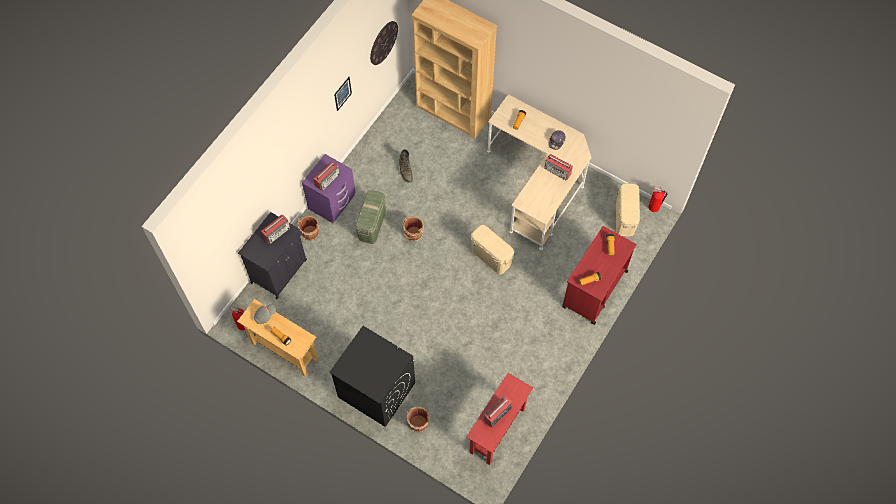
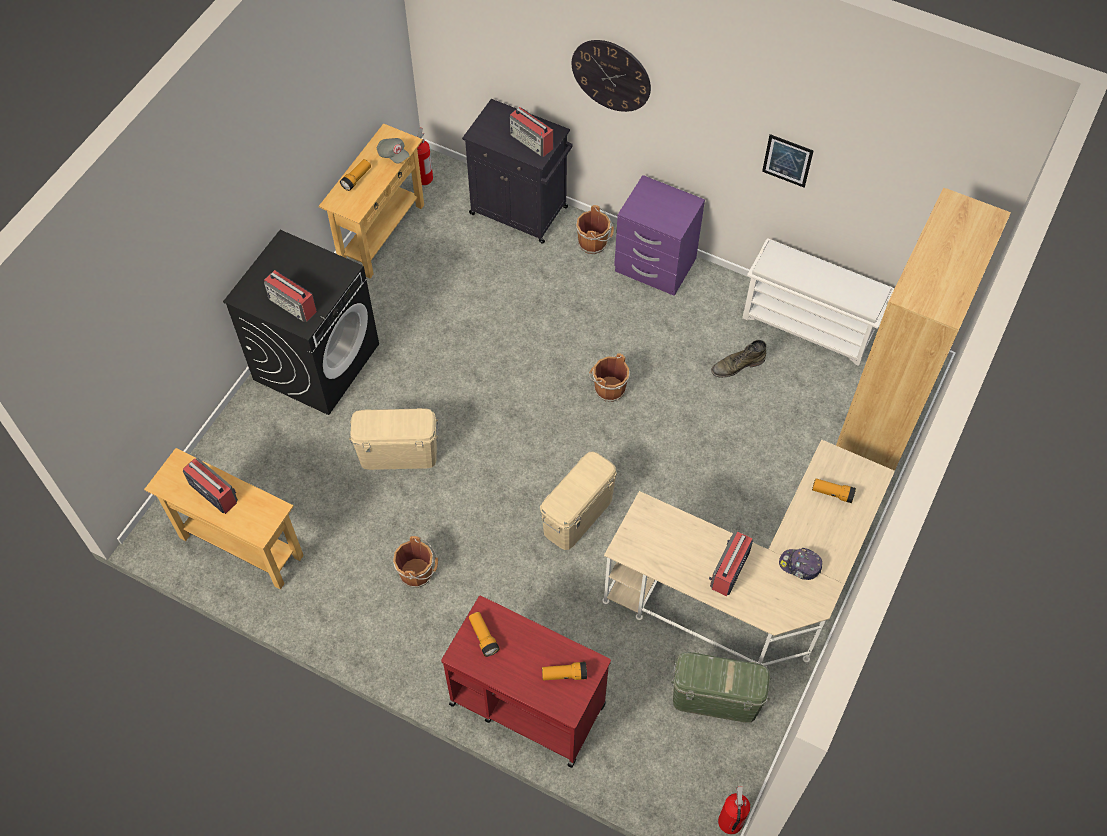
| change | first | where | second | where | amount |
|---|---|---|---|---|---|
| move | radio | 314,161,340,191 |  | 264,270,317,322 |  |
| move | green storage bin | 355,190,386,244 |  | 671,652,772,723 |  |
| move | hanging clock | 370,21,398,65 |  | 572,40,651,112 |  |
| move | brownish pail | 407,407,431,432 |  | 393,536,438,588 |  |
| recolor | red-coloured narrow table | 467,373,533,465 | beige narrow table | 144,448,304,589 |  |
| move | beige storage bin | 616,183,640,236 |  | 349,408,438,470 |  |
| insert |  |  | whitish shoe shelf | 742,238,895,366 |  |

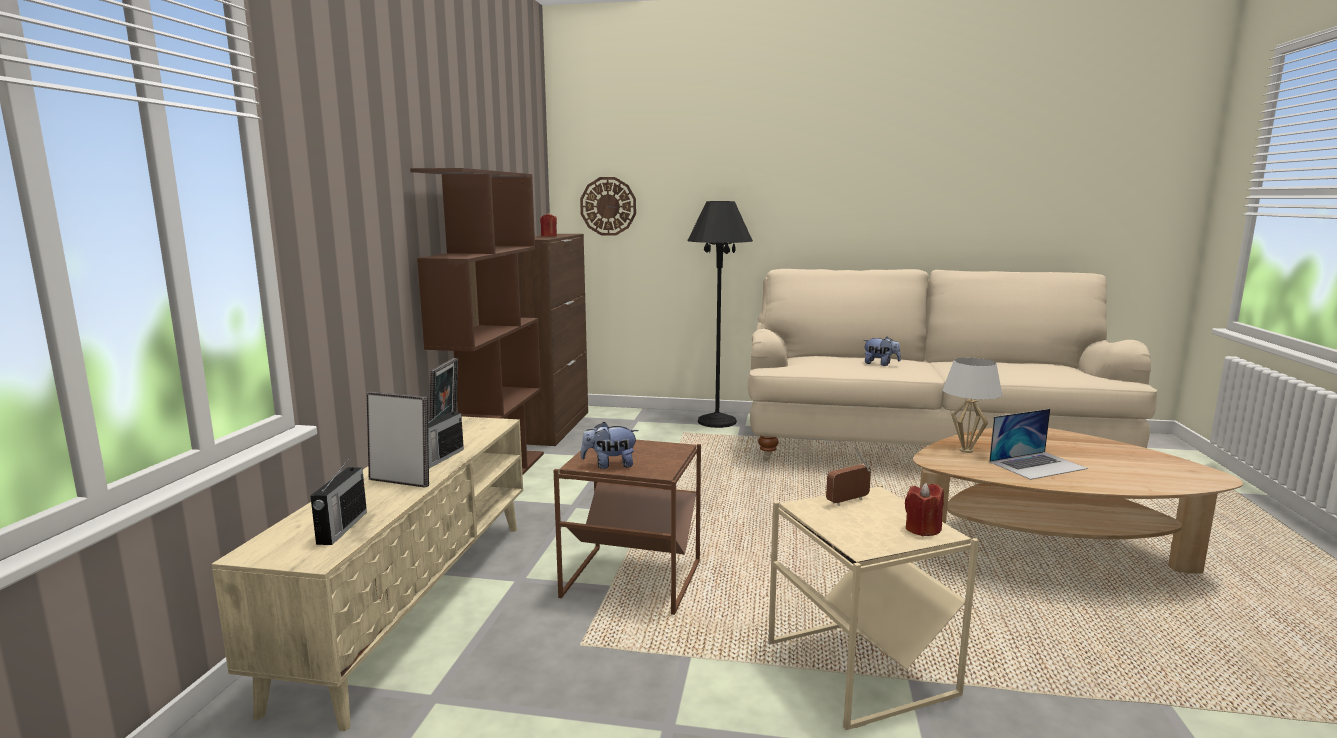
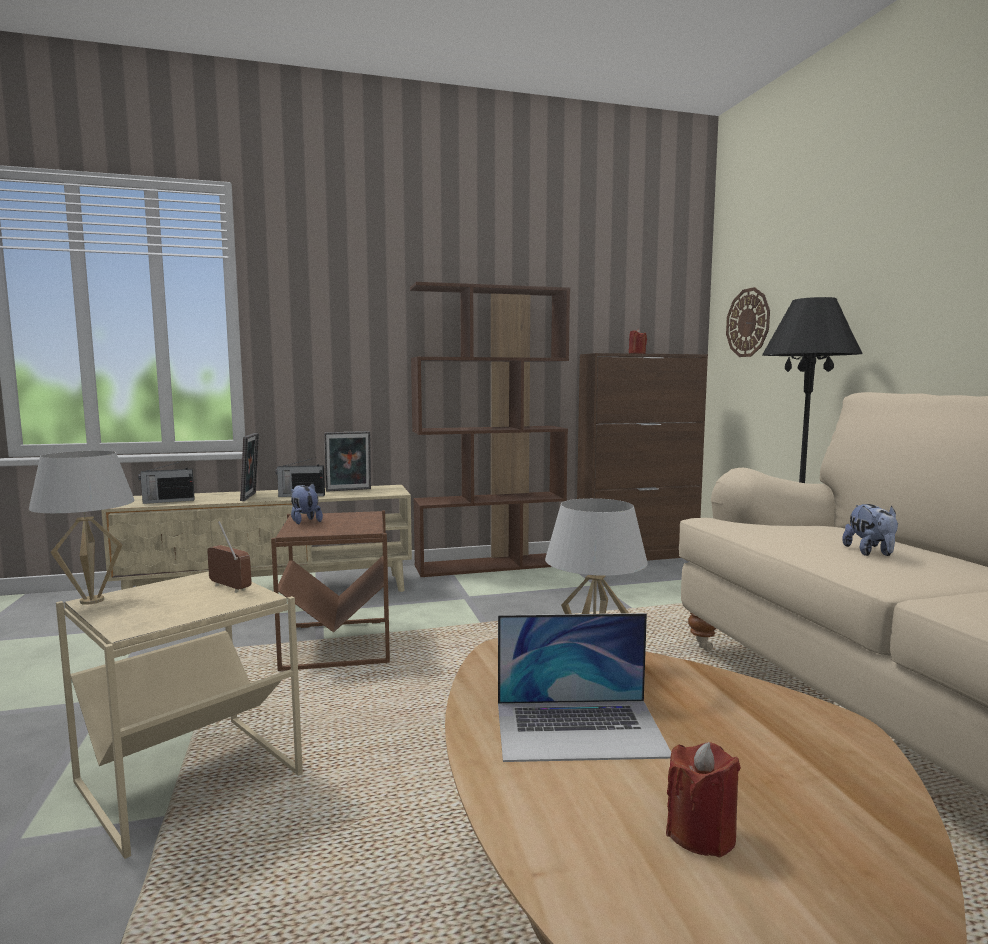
| change | first | where | second | where | amount |
|---|---|---|---|---|---|
| move | red-coloured wax candle | 905,483,944,536 |  | 666,742,741,858 |  |
| rotate | laptop | 989,409,1088,480 |  | 498,613,671,762 | 45 degrees counterclockwise |
| insert |  |  | whitish tabletop lamp | 29,451,135,605 |  |

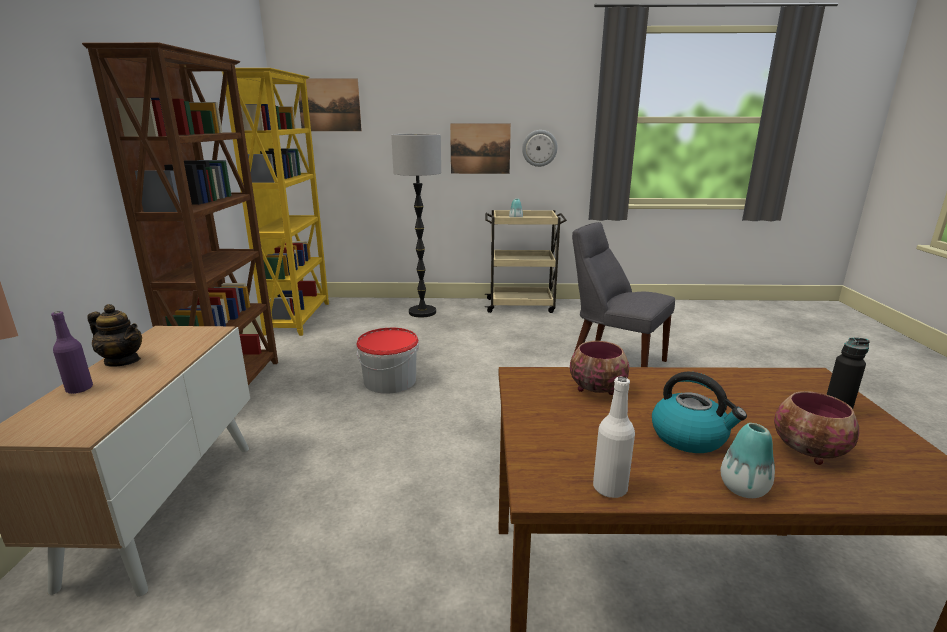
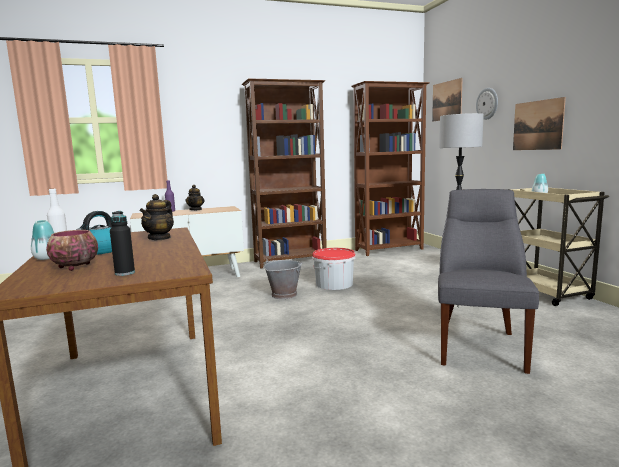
| change | first | where | second | where | amount |
|---|---|---|---|---|---|
| recolor | yellow bookcase | 222,68,329,336 | brownish bookcase | 351,81,430,256 |  |
| move | hanging clock | 522,130,558,167 |  | 476,88,498,120 |  |
| replace | serving bowl | 570,341,629,395 | tea pot | 140,194,174,240 |  |
| insert |  |  | gray pail | 264,259,302,299 |  |

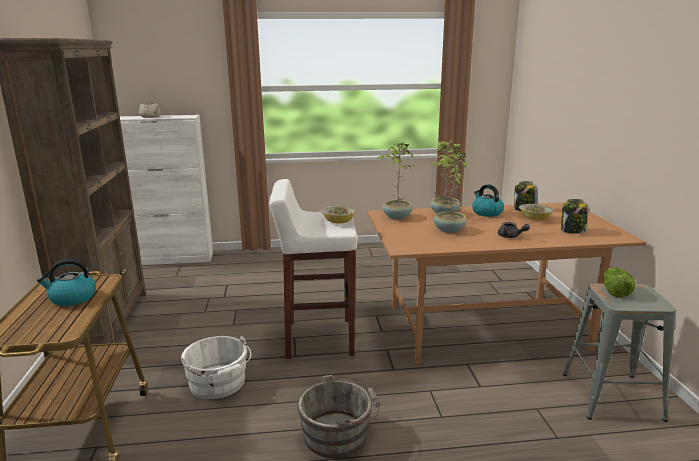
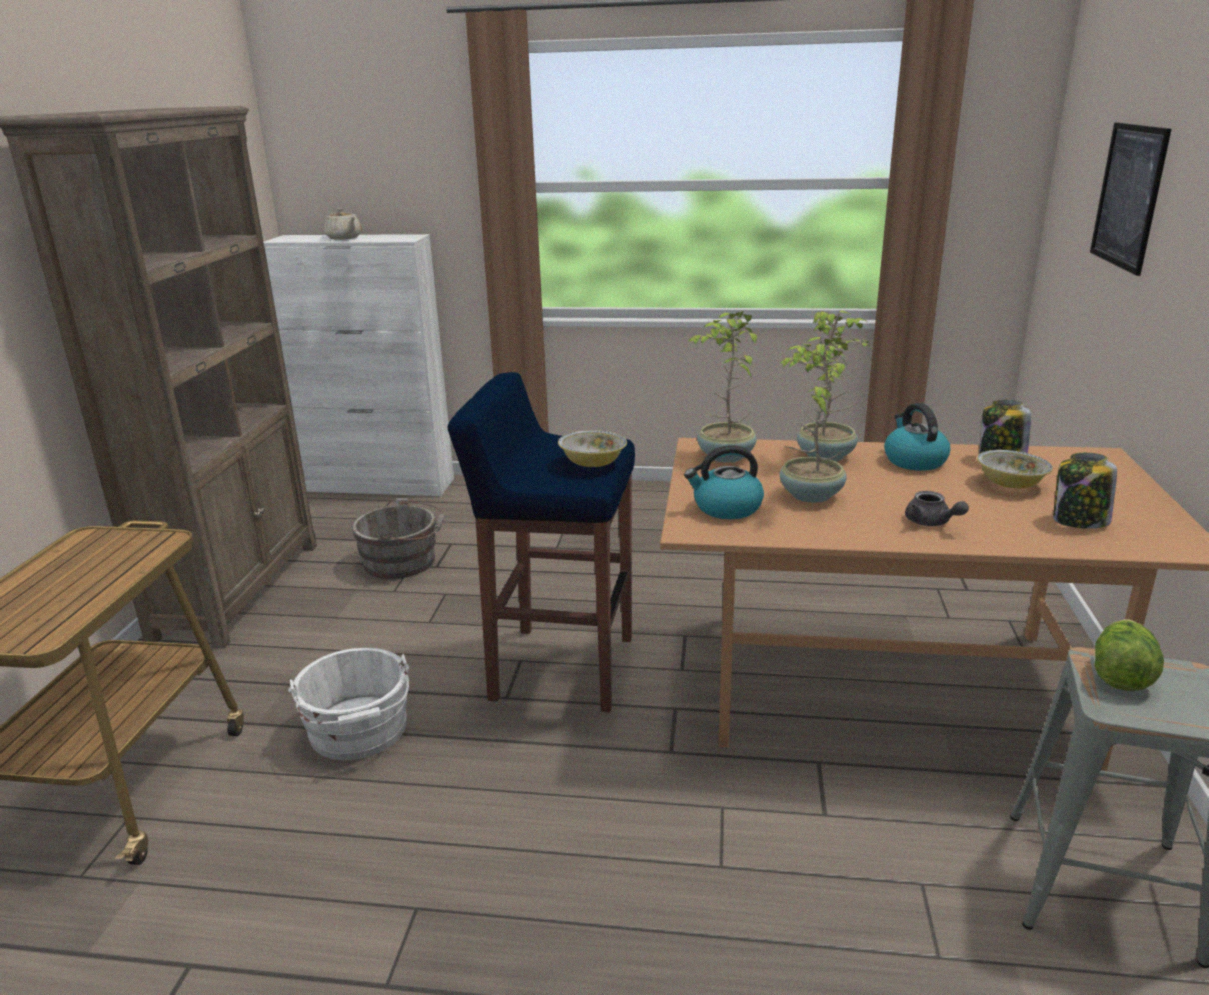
| change | first | where | second | where | amount |
|---|---|---|---|---|---|
| move | tea kettle | 37,259,96,306 |  | 684,445,764,519 |  |
| recolor | whitish stool seat | 269,179,357,359 | blue-coloured stool seat | 448,372,635,713 |  |
| move | gray pail | 297,375,380,459 |  | 352,498,445,579 |  |
| insert |  |  | picture | 1090,123,1171,276 |  |

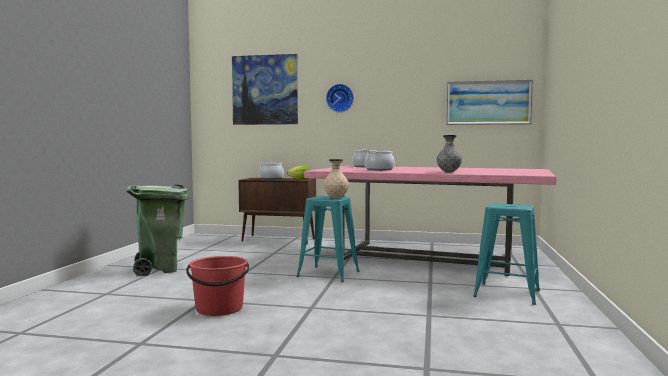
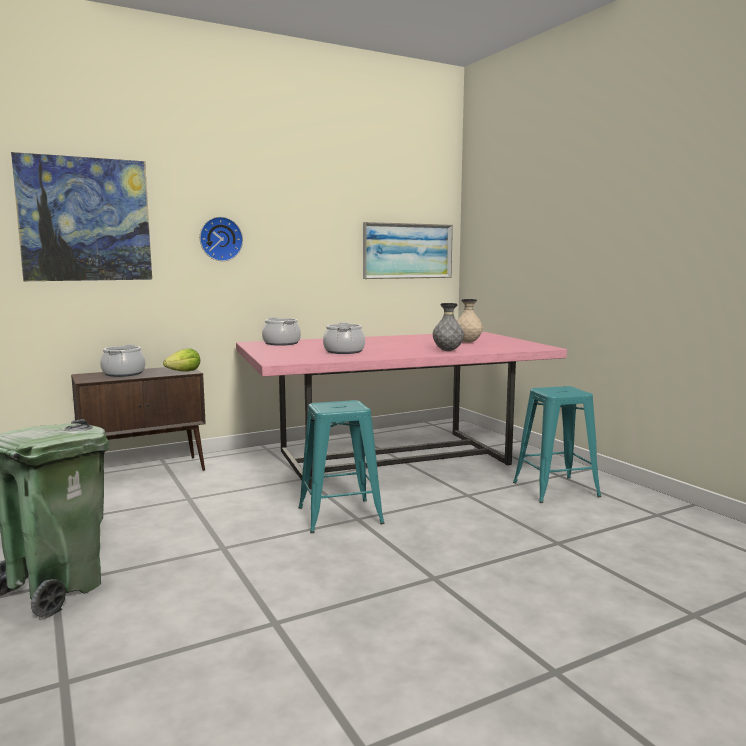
| change | first | where | second | where | amount |
|---|---|---|---|---|---|
| delete | red-coloured pail | 186,256,249,316 |  |  |  |
| move | beige vase | 323,159,349,198 |  | 457,299,483,343 |  |

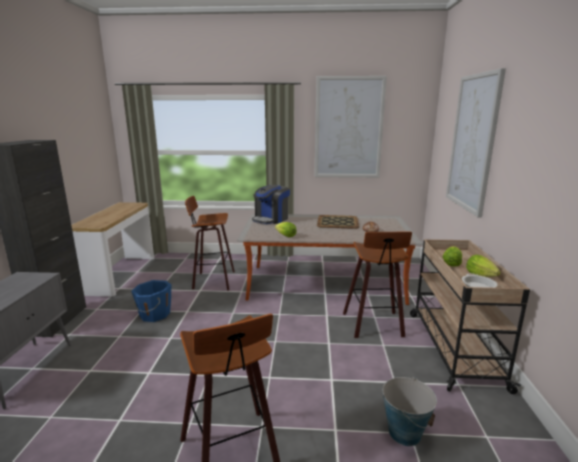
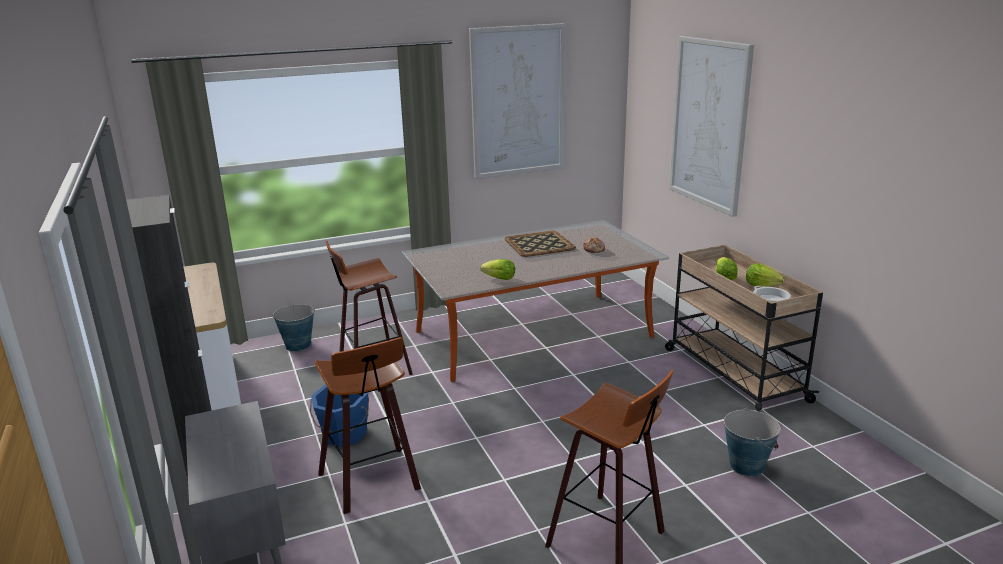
| change | first | where | second | where | amount |
|---|---|---|---|---|---|
| delete | coffee machine | 252,185,290,224 |  |  |  |
| move | stool seat | 343,231,412,338 |  | 315,337,421,514 |  |
| insert |  |  | pail | 272,304,315,352 |  |

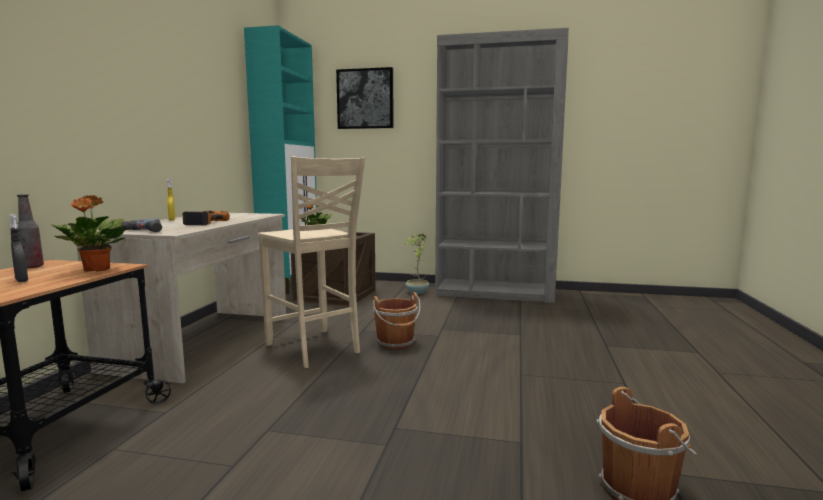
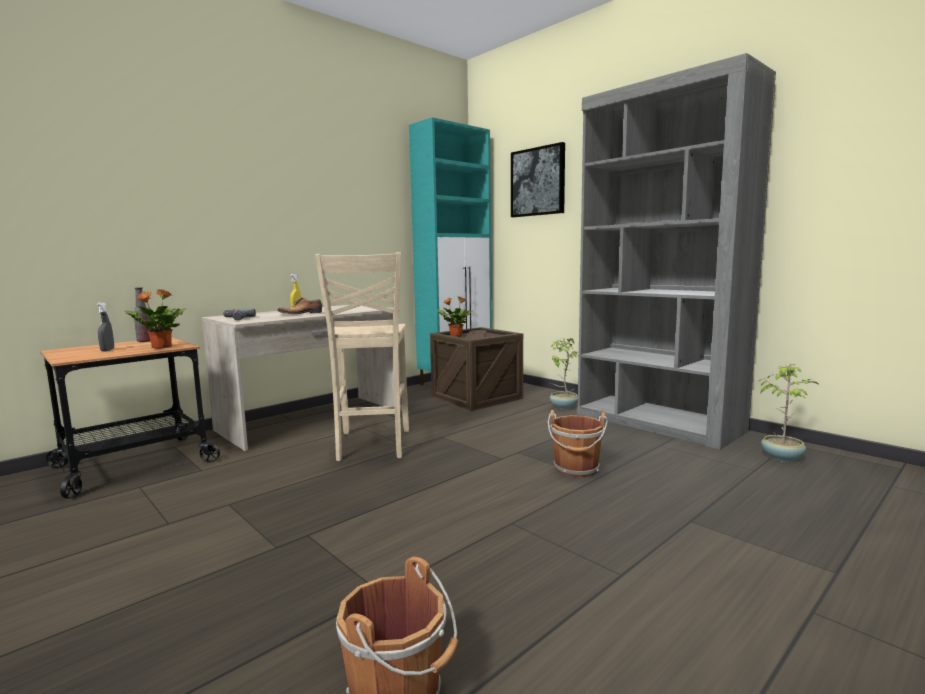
| change | first | where | second | where | amount |
|---|---|---|---|---|---|
| replace | drill | 183,211,230,225 | item of footwear | 277,298,322,314 |  |
| move | brownish pail | 373,292,420,349 |  | 548,410,608,477 |  |
| insert |  |  | plant in a pot | 759,364,818,462 |  |

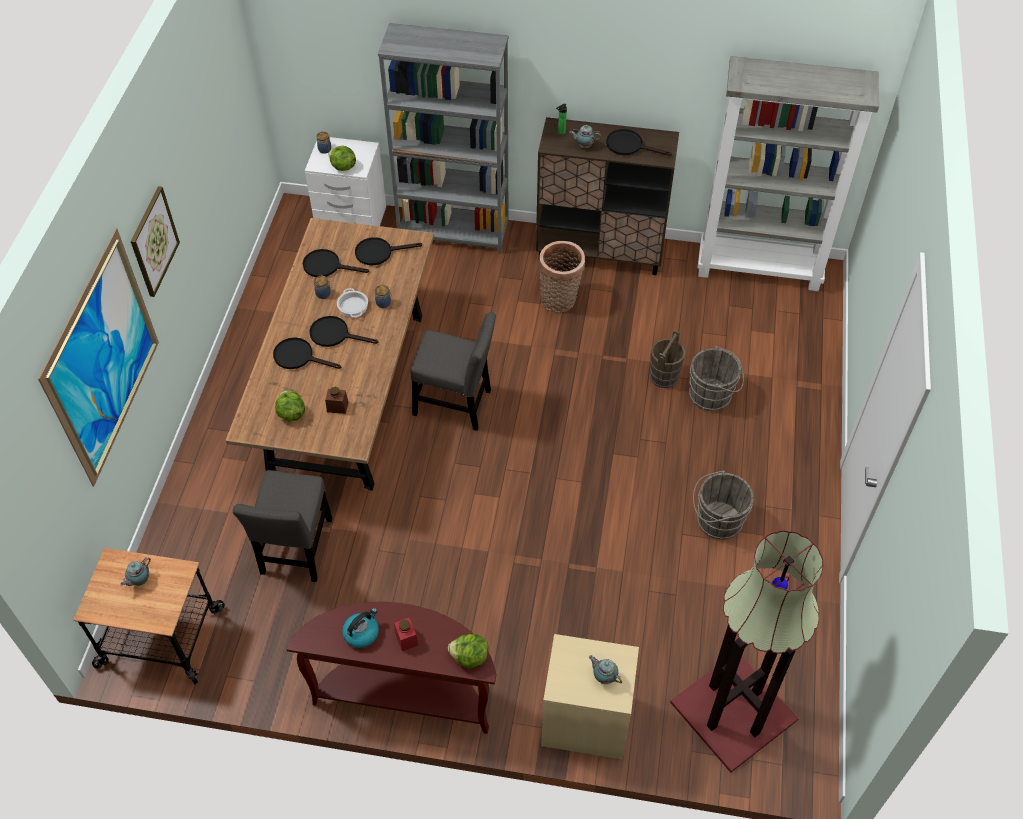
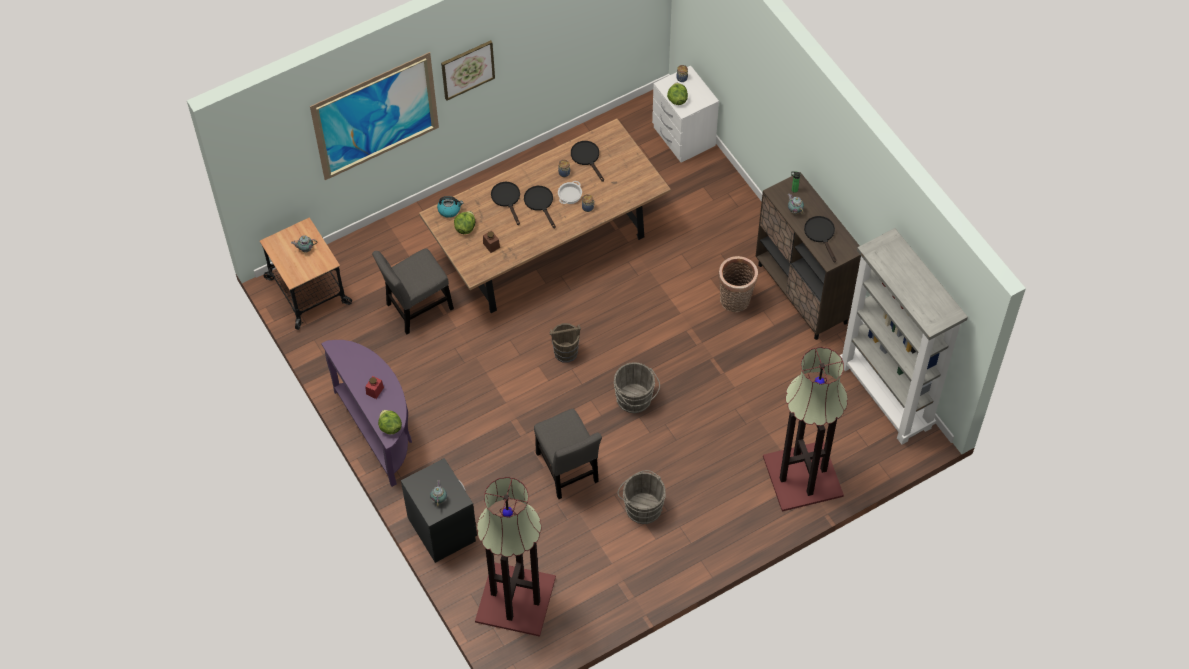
| change | first | where | second | where | amount |
|---|---|---|---|---|---|
| recolor | brownish narrow table | 286,602,496,734 | purple narrow table | 321,340,412,487 |  |
| move | tea kettle | 342,608,379,648 |  | 437,196,463,218 |  |
| delete | black skillet | 355,237,422,265 |  |  |  |
| delete | gray bookcase | 378,23,509,253 |  |  |  |
| move | gray plain chair | 410,312,496,431 |  | 534,409,602,499 |  |
| recolor | beige night table | 541,634,639,759 | black night table | 401,458,477,563 |  |
| move | brownish pail | 650,330,686,388 |  | 550,323,581,363 |  |
| move | gray pail | 689,346,744,411 |  | 614,362,660,413 |  |
| insert |  |  | standing lamp | 763,347,848,511 |  |

